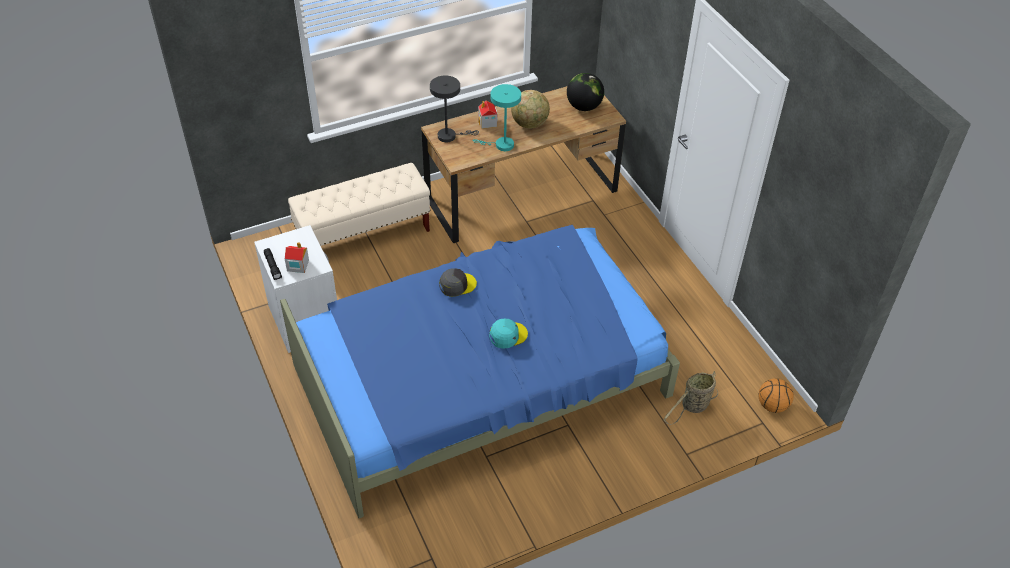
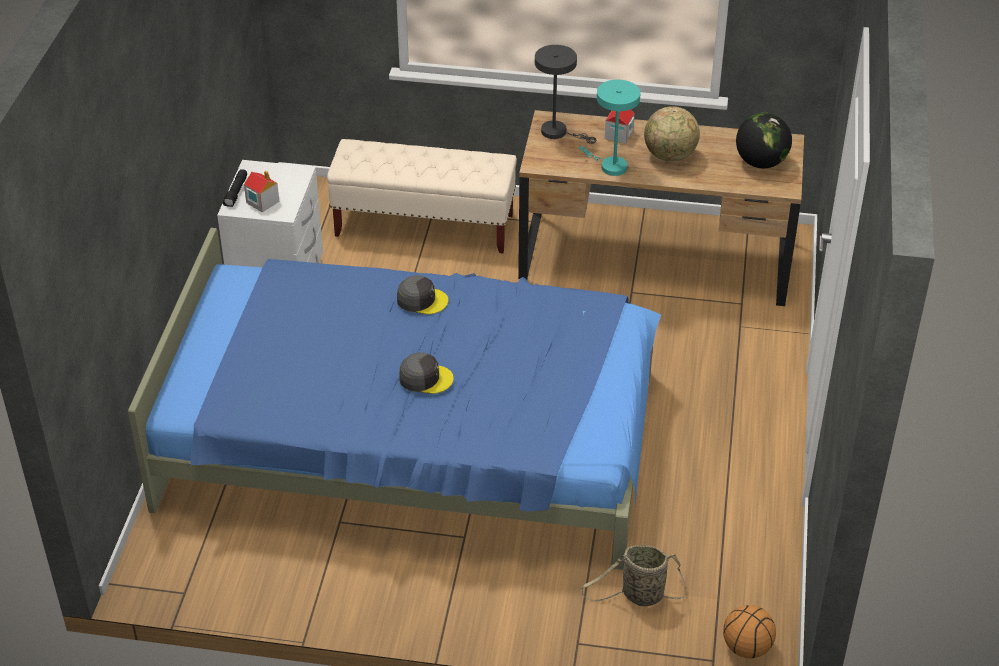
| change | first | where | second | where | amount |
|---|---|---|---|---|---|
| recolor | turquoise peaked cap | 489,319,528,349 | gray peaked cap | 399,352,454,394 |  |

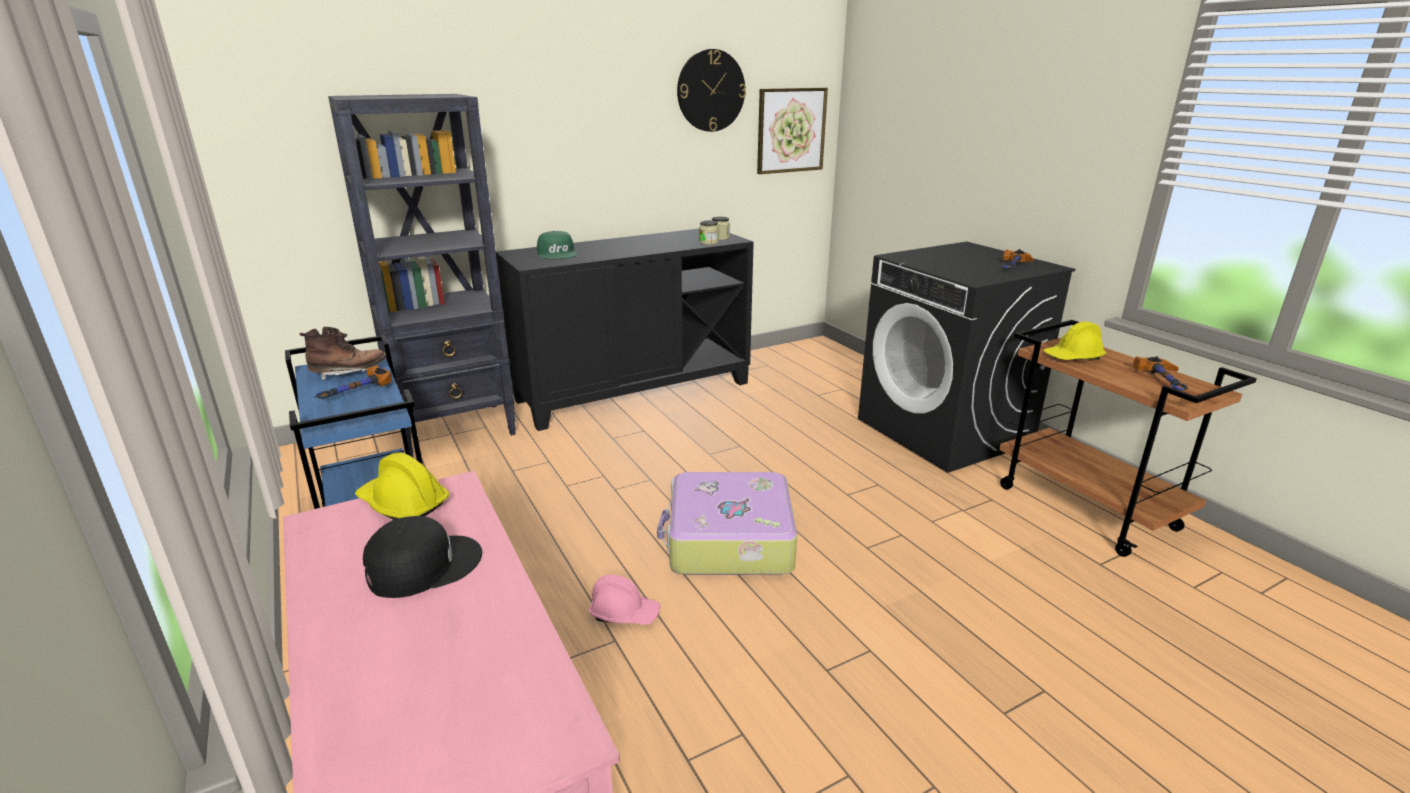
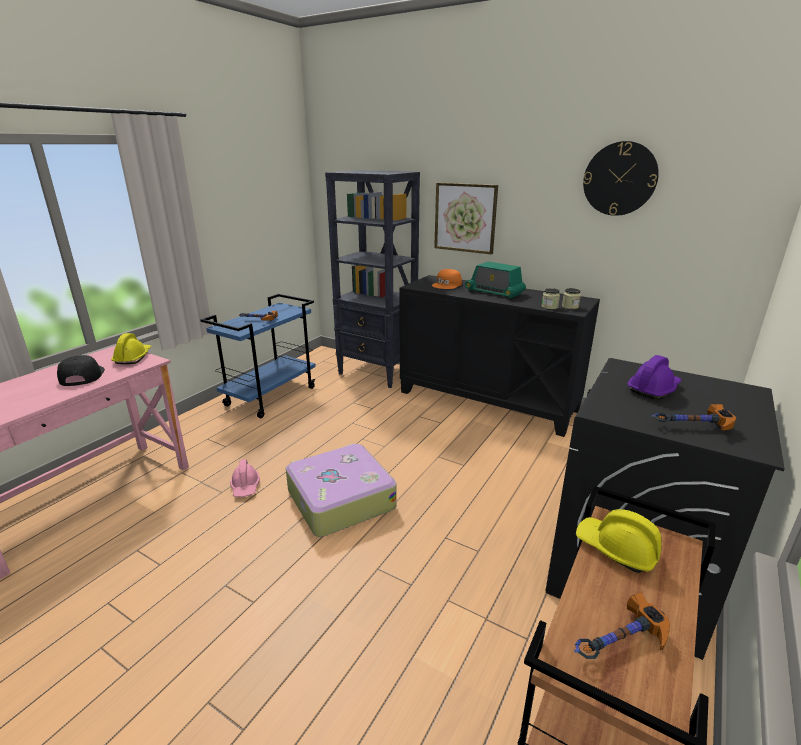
| change | first | where | second | where | amount |
|---|---|---|---|---|---|
| delete | brownish boot | 299,326,386,380 |  |  |  |
| rotate | black peaked cap | 363,516,482,598 |  | 57,355,105,386 | 135 degrees counterclockwise |
| recolor | green peaked cap | 537,231,578,259 | orange peaked cap | 432,269,462,289 |  |
| move | picture | 757,88,828,174 |  | 434,183,498,255 |  |
| insert |  |  | radio | 465,262,526,299 |  |
| insert |  |  | purple hard hat | 627,355,682,400 |  |

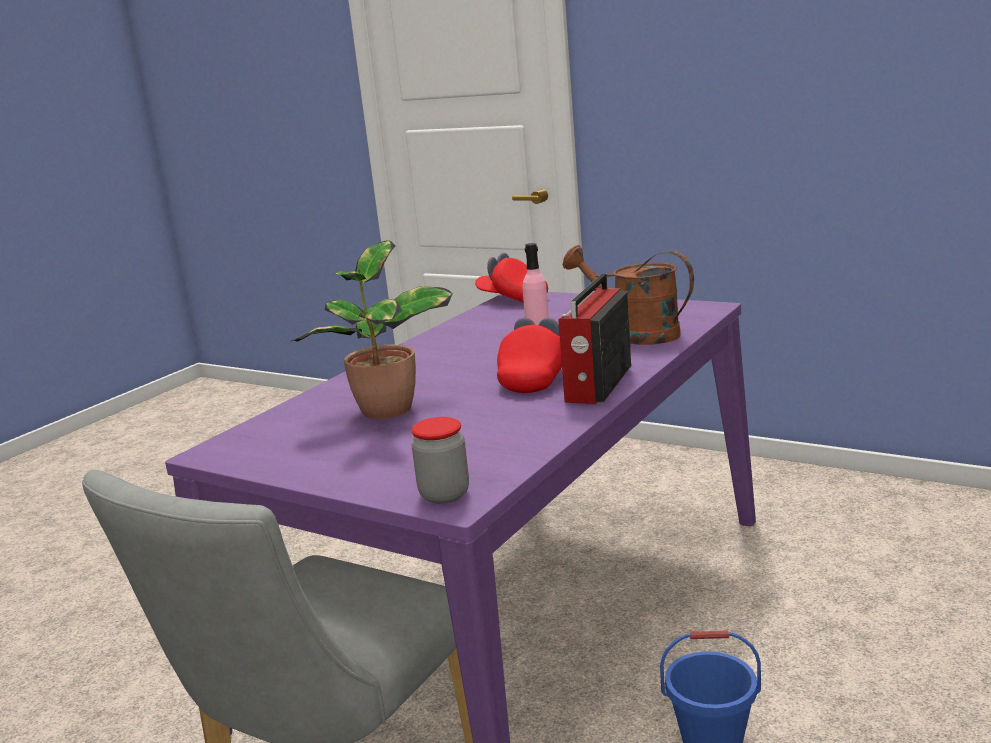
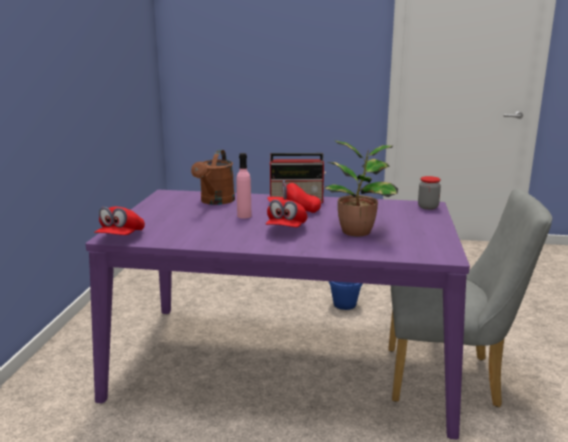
| change | first | where | second | where | amount |
|---|---|---|---|---|---|
| insert |  |  | red-coloured peaked cap | 266,200,308,227 |  |

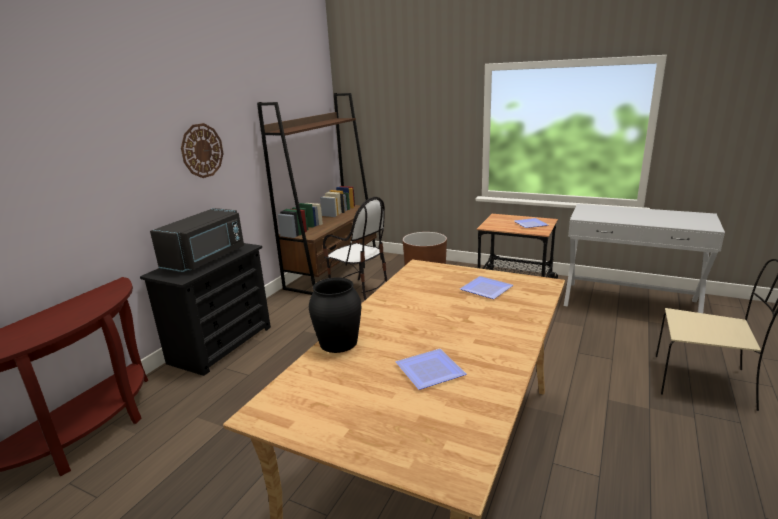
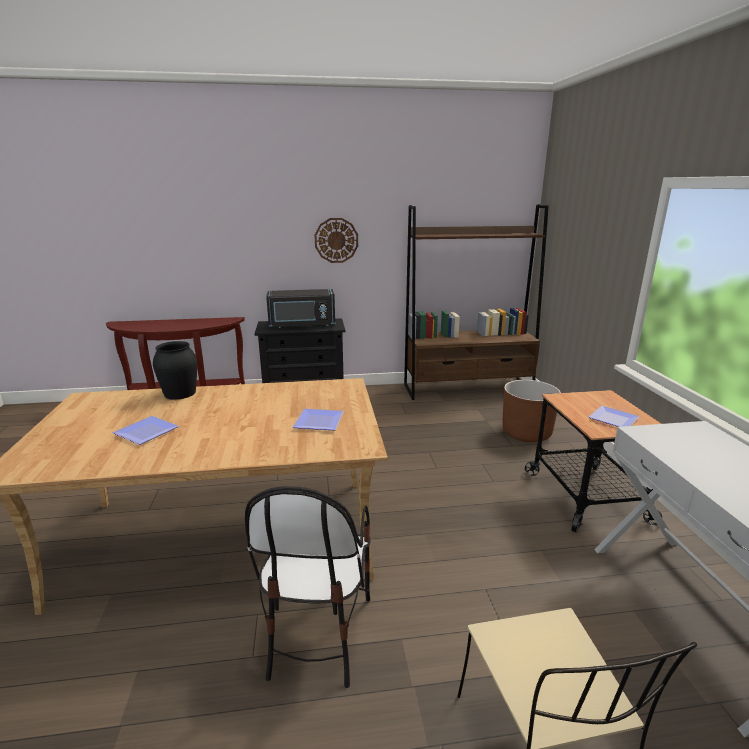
| change | first | where | second | where | amount |
|---|---|---|---|---|---|
| move | plain chair | 323,197,388,300 |  | 245,486,371,688 |  |

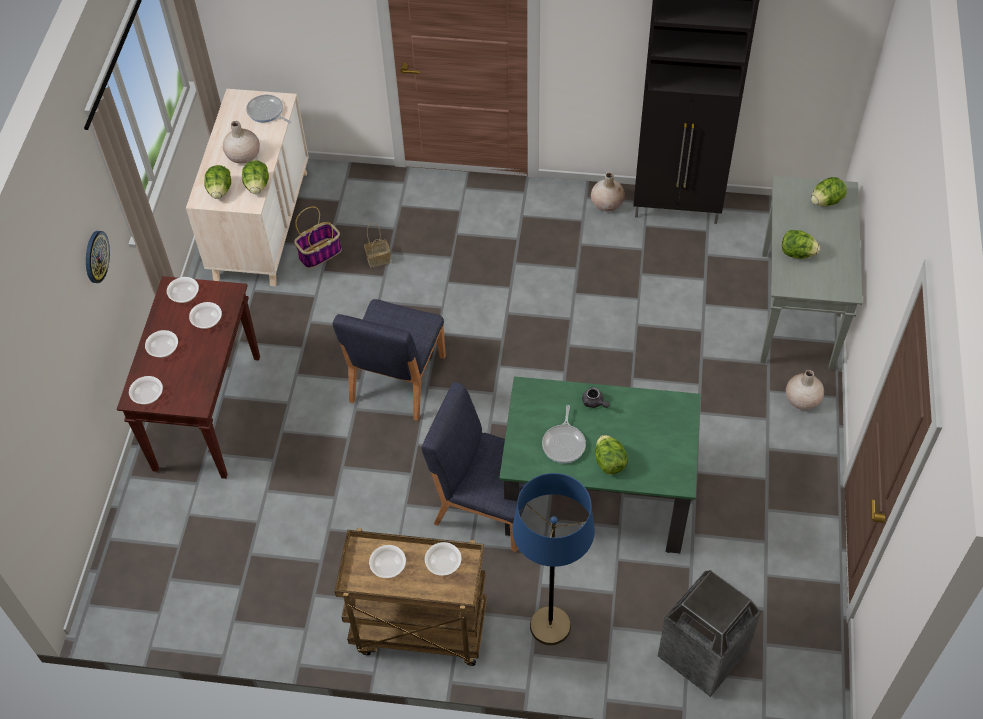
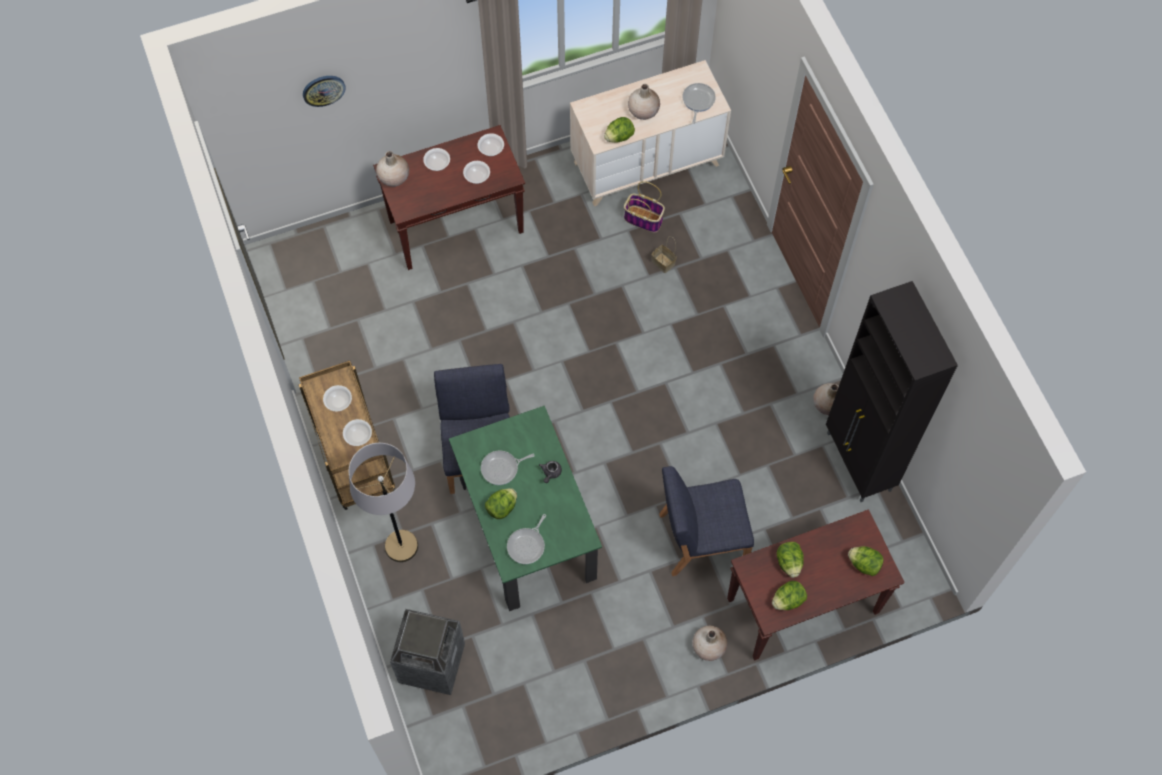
| change | first | where | second | where | amount |
|---|---|---|---|---|---|
| move | hanging clock | 86,231,110,283 |  | 303,76,346,107 |  |
| replace | serving bowl | 129,376,163,405 | beige vase | 376,151,409,187 |  |
| move | lettuce | 204,165,231,199 |  | 772,581,807,610 |  |
| move | blue-coloured plain chair | 332,299,446,421 |  | 659,466,754,576 |  |
| recolor | blue-coloured standing lamp | 512,473,595,645 | gray standing lamp | 349,443,418,562 |  |
| recolor | gray narrow table | 760,176,862,370 | brownish narrow table | 727,509,905,661 |  |
| insert |  |  | skillet | 507,514,546,564 |  |

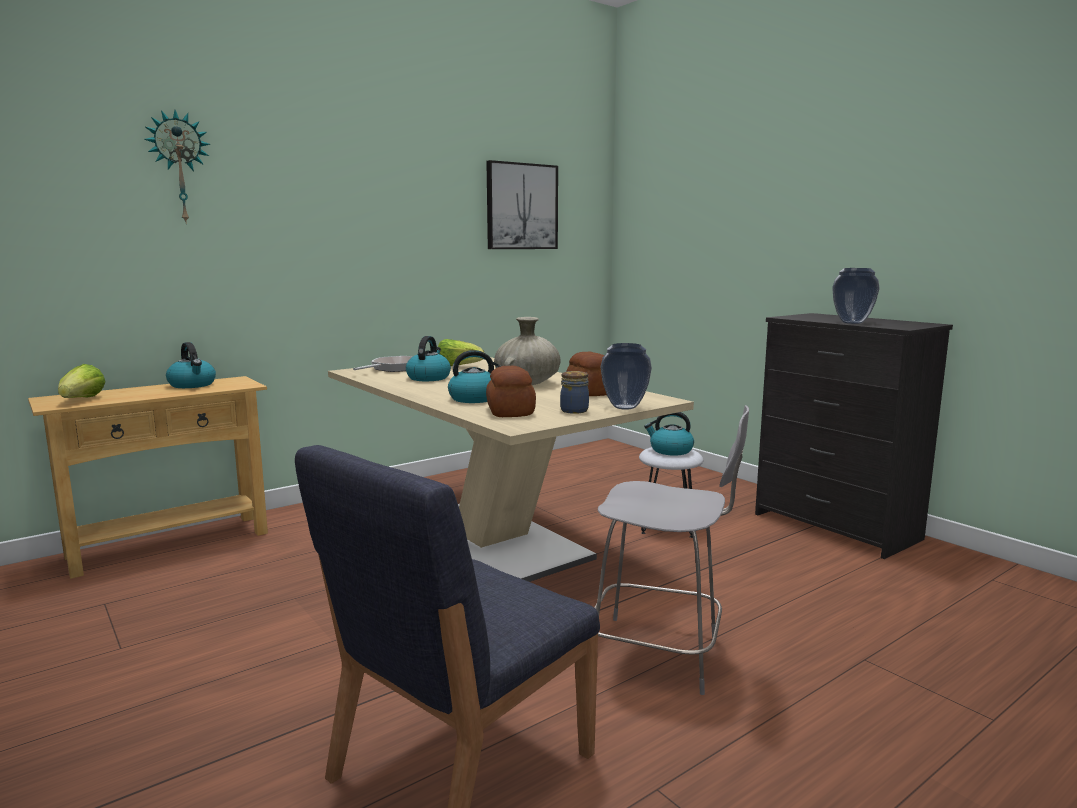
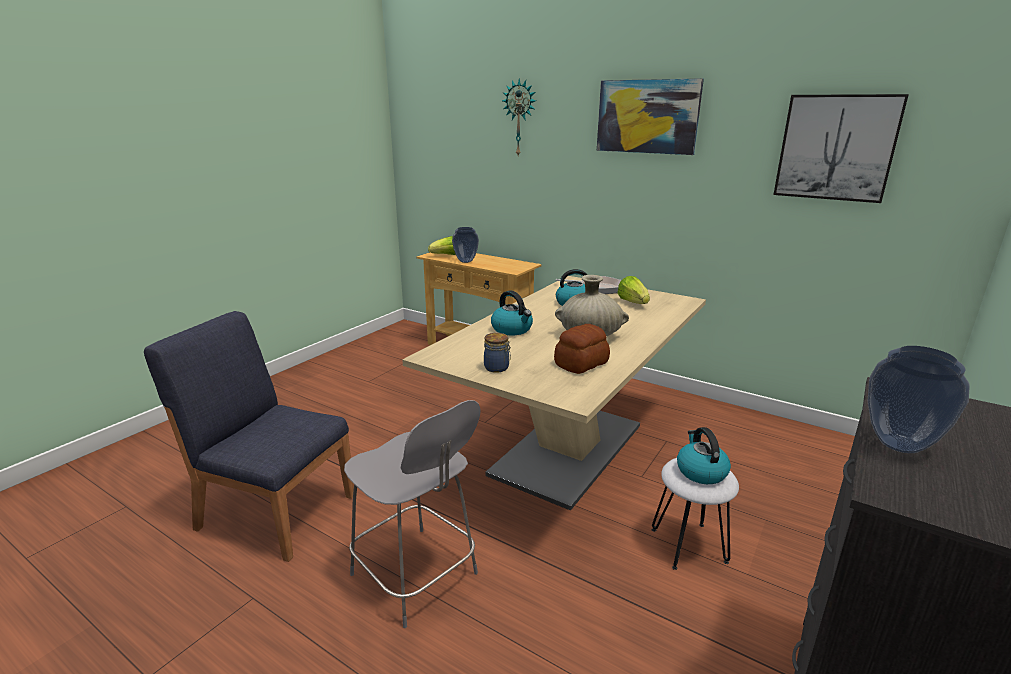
| change | first | where | second | where | amount |
|---|---|---|---|---|---|
| delete | tea kettle | 166,342,216,388 |  |  |  |
| delete | baked bread | 486,366,536,417 |  |  |  |
| rotate | gray plain chair | 594,405,749,695 |  | 344,400,481,628 | 45 degrees counterclockwise |
| move | vase | 601,343,652,410 |  | 452,227,479,263 |  |
| insert |  |  | picture | 597,78,704,155 |  |

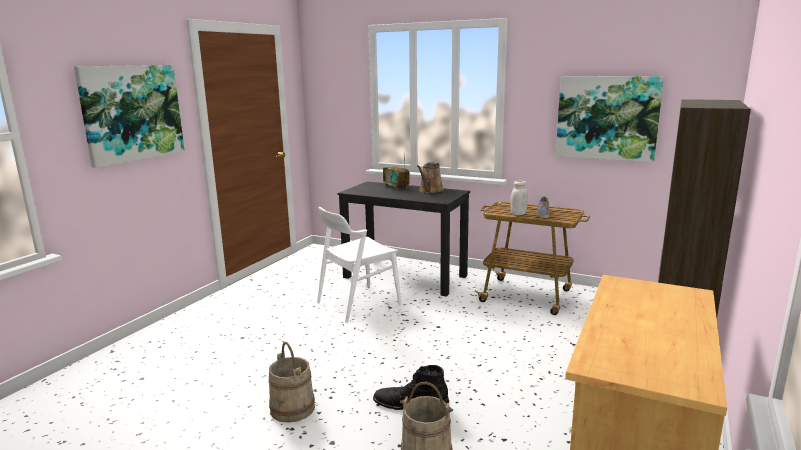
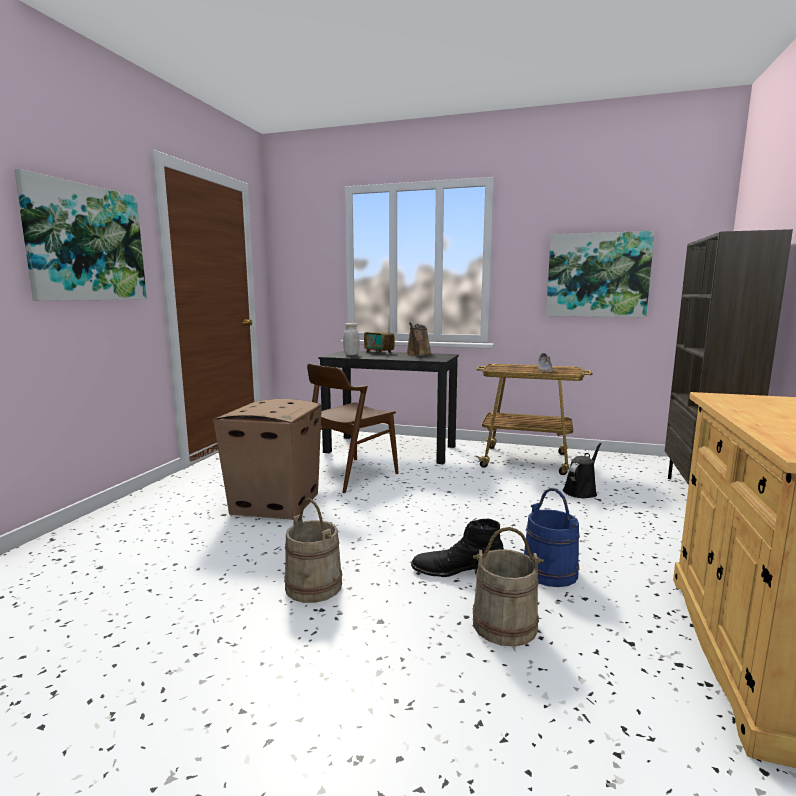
| change | first | where | second | where | amount |
|---|---|---|---|---|---|
| recolor | whitish plain chair | 317,207,401,323 | brownish plain chair | 307,363,399,493 |  |
| move | whitish preserve jar | 510,181,528,215 |  | 343,323,360,355 |  |
| insert |  |  | carton | 213,399,322,520 |  |
| insert |  |  | blue-coloured pail | 524,488,580,587 |  |
| insert |  |  | black sprinkling can | 563,442,602,498 |  |

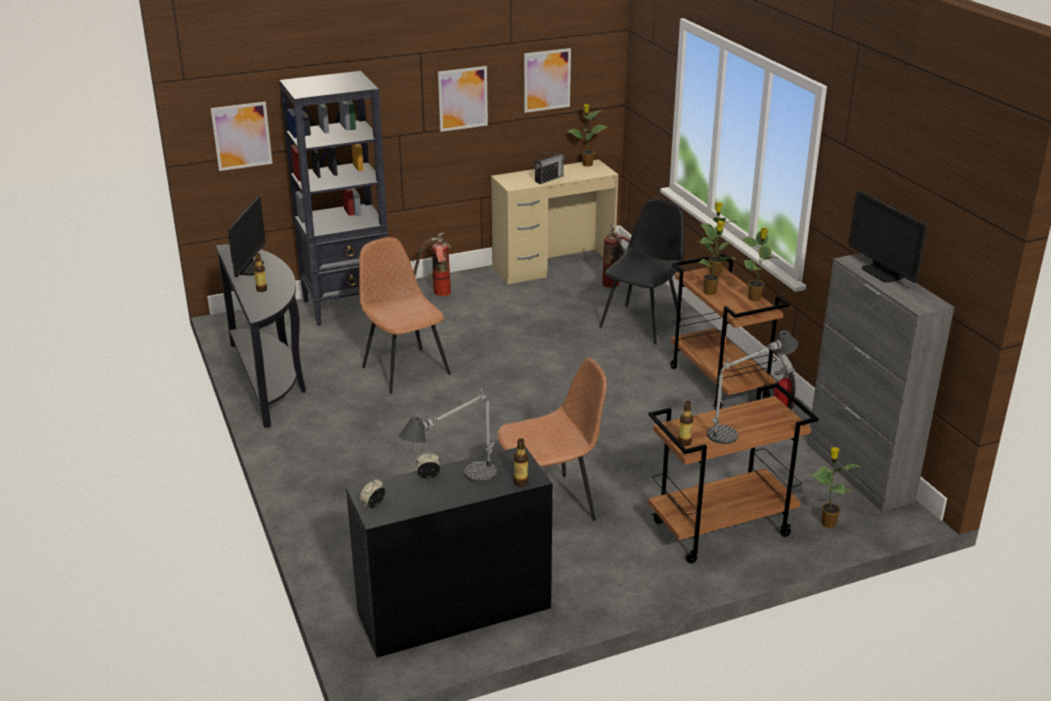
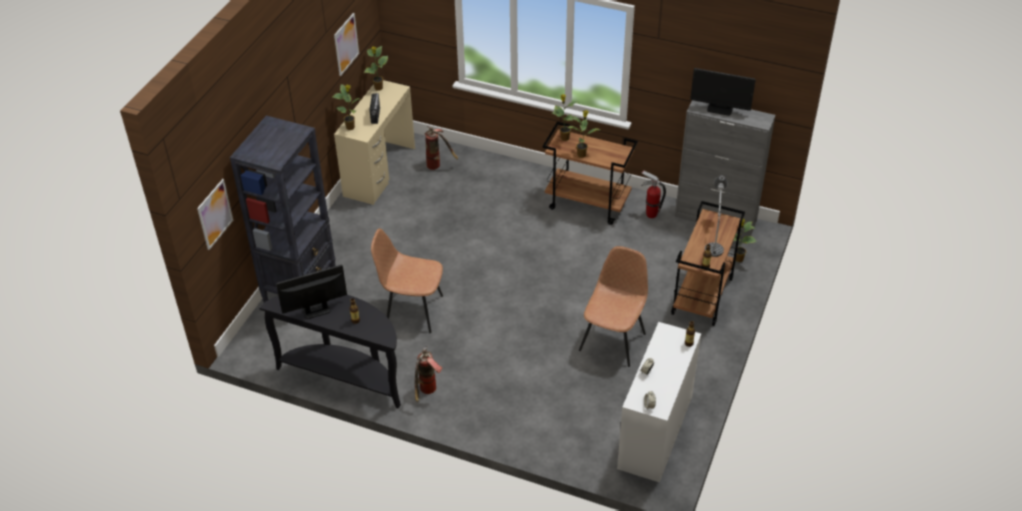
| change | first | where | second | where | amount |
|---|---|---|---|---|---|
| rotate | computer display | 228,196,266,277 |  | 276,264,347,319 | 75 degrees counterclockwise |
| recolor | black desk table | 346,446,553,658 | whitish desk table | 617,322,701,483 |  |
| delete | tabletop lamp | 399,388,497,483 |  |  |  |
| move | extinguisher | 413,232,451,296 |  | 415,346,442,402 |  |
| delete | picture | 438,66,488,132 |  |  |  |
| delete | black plain chair | 599,199,684,344 |  |  |  |
| move | plant in a pot | 741,228,777,301 |  | 332,84,359,130 |  |

